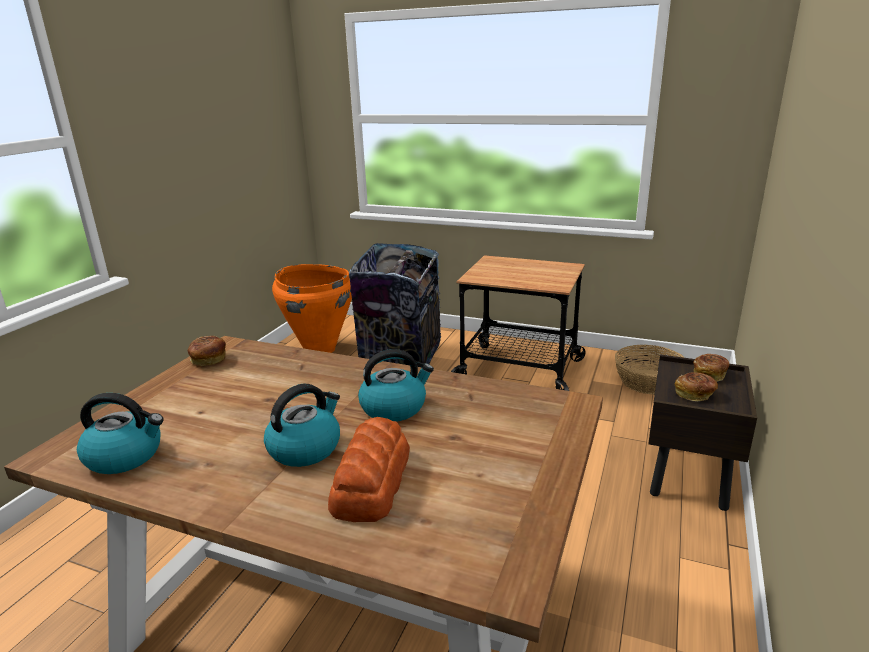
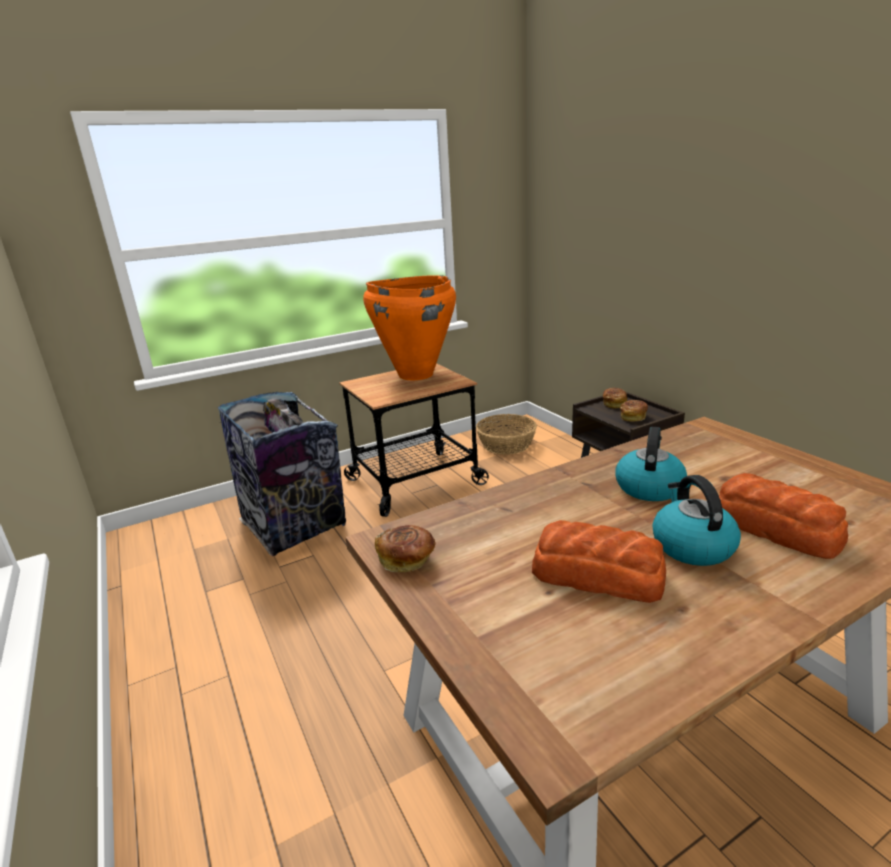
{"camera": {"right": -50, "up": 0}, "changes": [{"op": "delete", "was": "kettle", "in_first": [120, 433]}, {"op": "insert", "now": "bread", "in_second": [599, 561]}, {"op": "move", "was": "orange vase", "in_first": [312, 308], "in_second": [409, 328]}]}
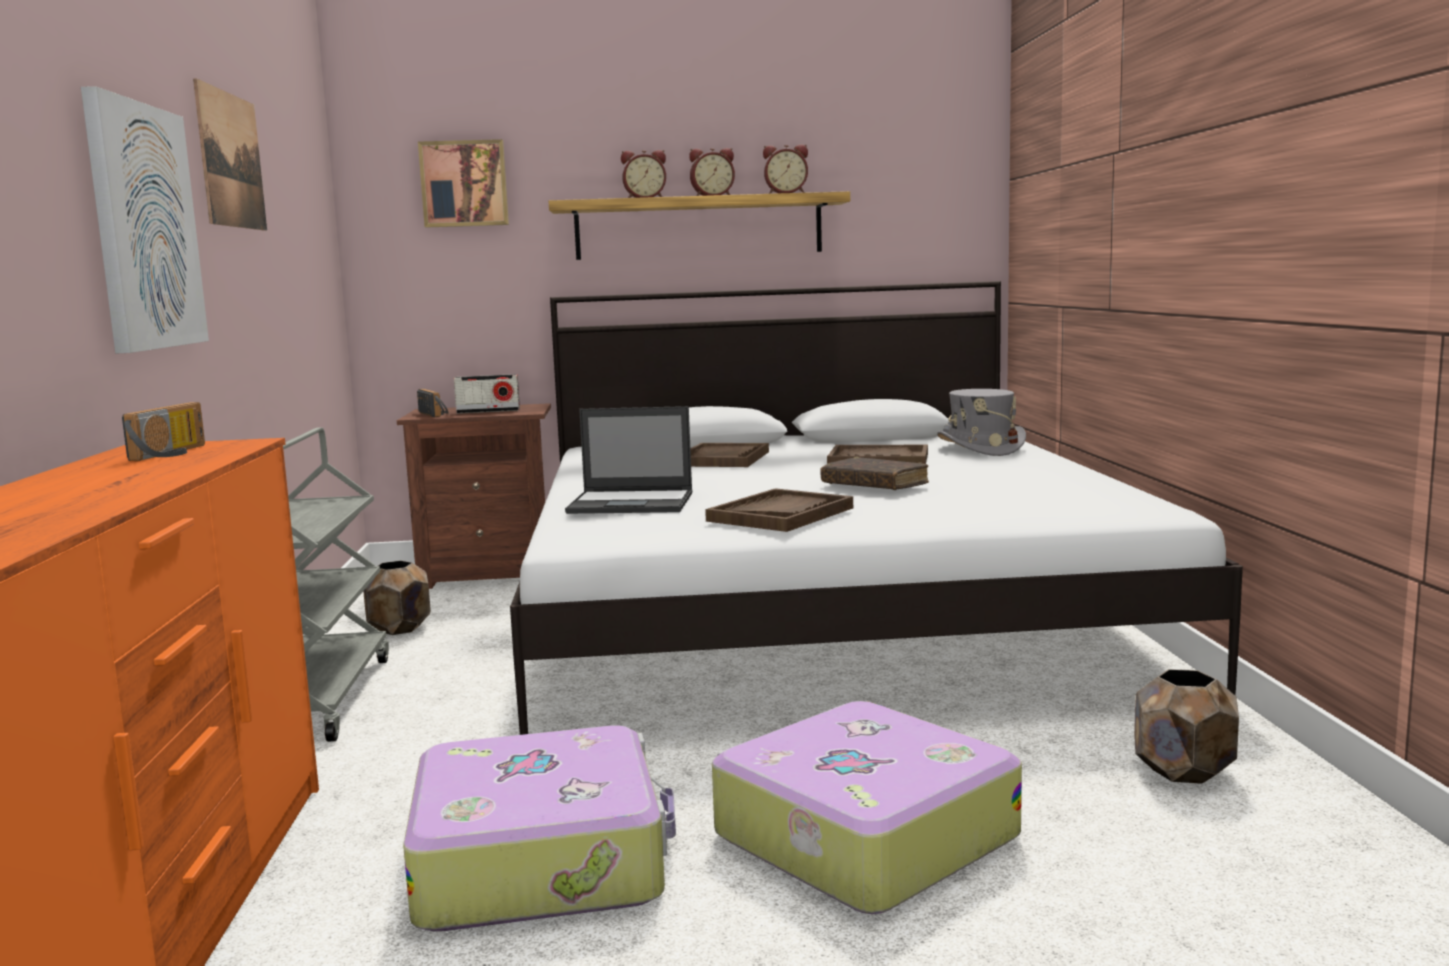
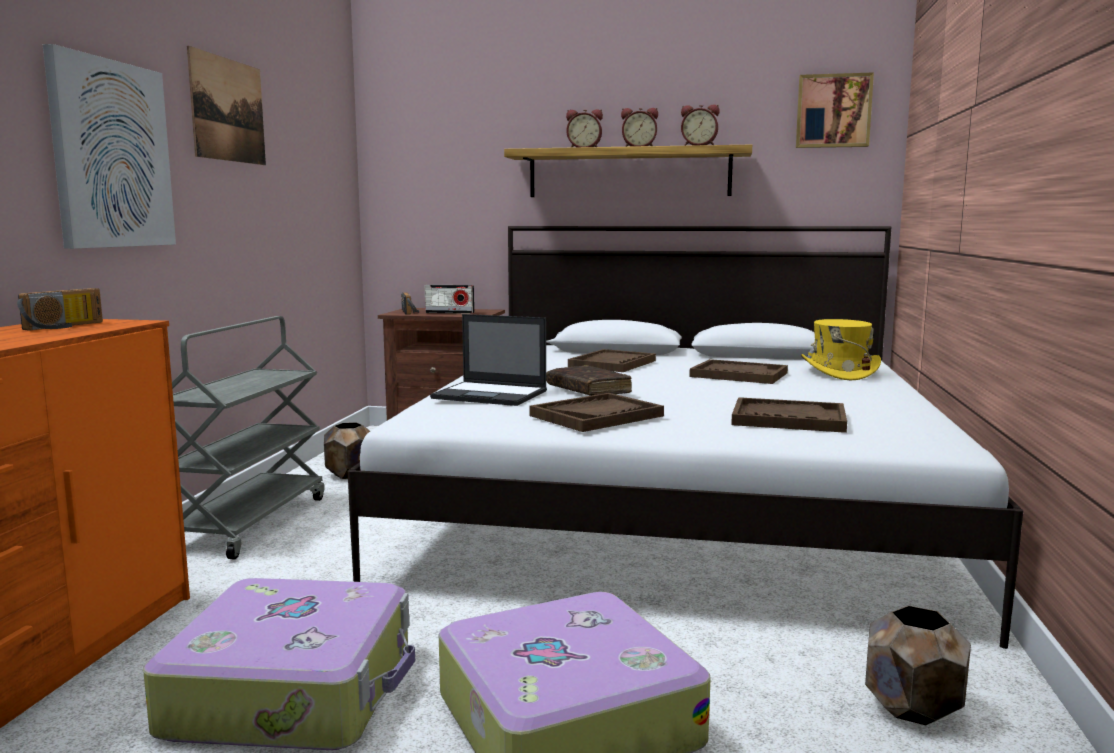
{"camera": {"right": 15, "up": 0}, "changes": [{"op": "insert", "now": "brown tray", "in_second": [789, 415]}, {"op": "move", "was": "picture", "in_first": [463, 183], "in_second": [835, 110]}, {"op": "move", "was": "brown book", "in_first": [874, 473], "in_second": [589, 380]}, {"op": "recolor", "was": "grey hat", "now": "yellow hat", "in_first": [981, 422], "in_second": [841, 349]}]}
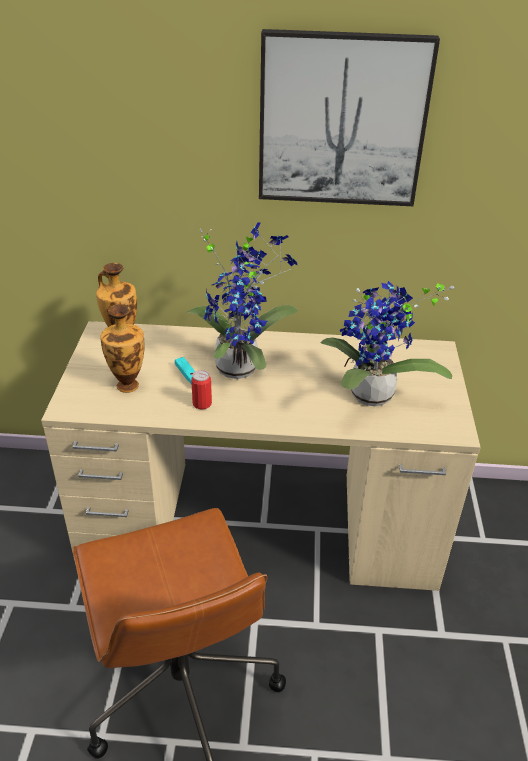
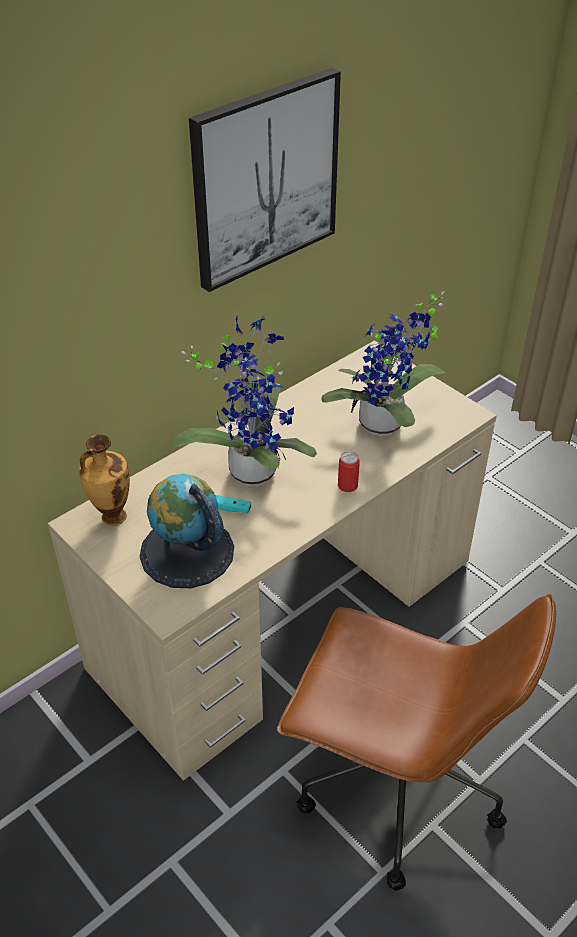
{"camera": {"right": -45, "up": 5}, "changes": [{"op": "move", "was": "can", "in_first": [201, 390], "in_second": [349, 471]}, {"op": "replace", "was": "vase", "now": "globe", "in_first": [122, 348], "in_second": [187, 531]}]}
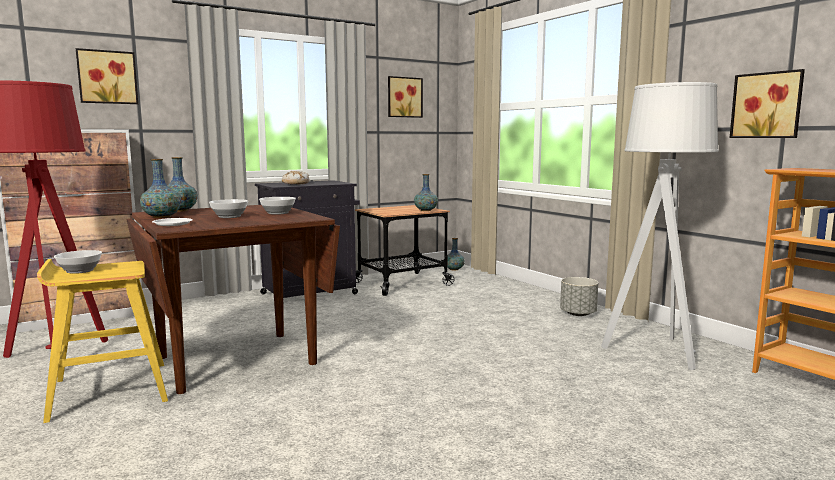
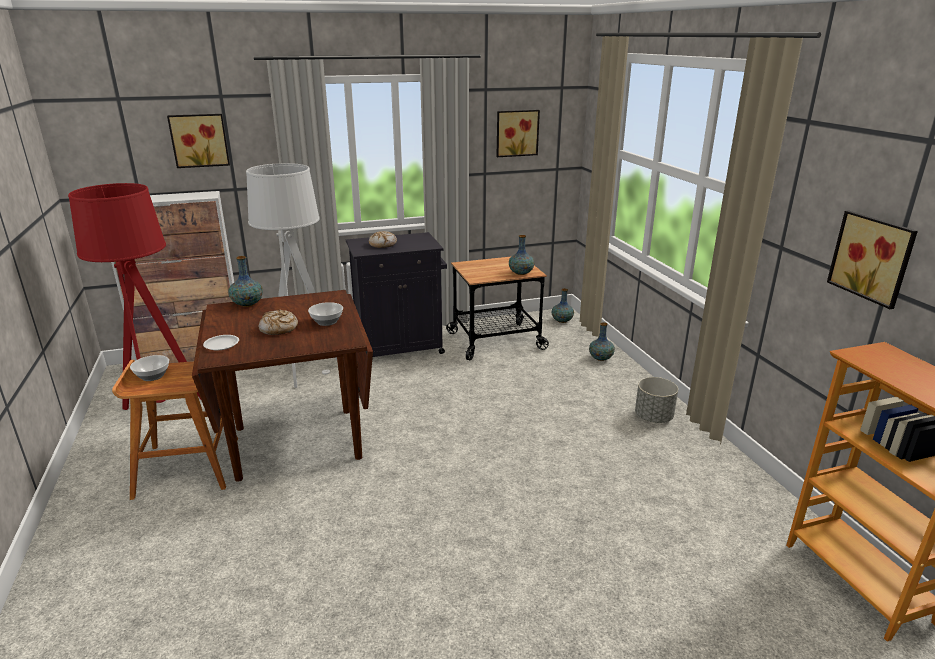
{"camera": {"right": 15, "up": 15}, "changes": [{"op": "move", "was": "vase", "in_first": [161, 188], "in_second": [602, 341]}, {"op": "move", "was": "grey floor lamp", "in_first": [660, 226], "in_second": [291, 275]}, {"op": "replace", "was": "bowl", "now": "bread", "in_first": [228, 208], "in_second": [278, 322]}, {"op": "recolor", "was": "yellow stool", "now": "brown stool", "in_first": [102, 341], "in_second": [175, 430]}]}
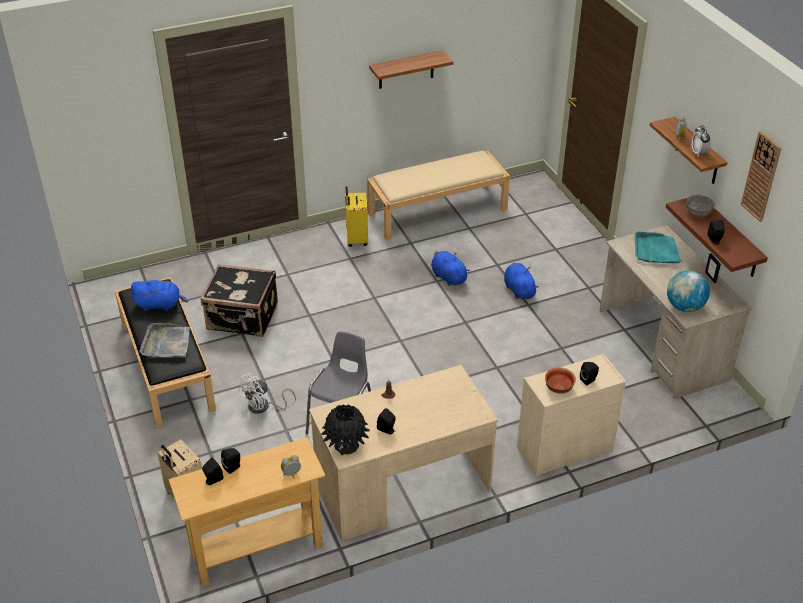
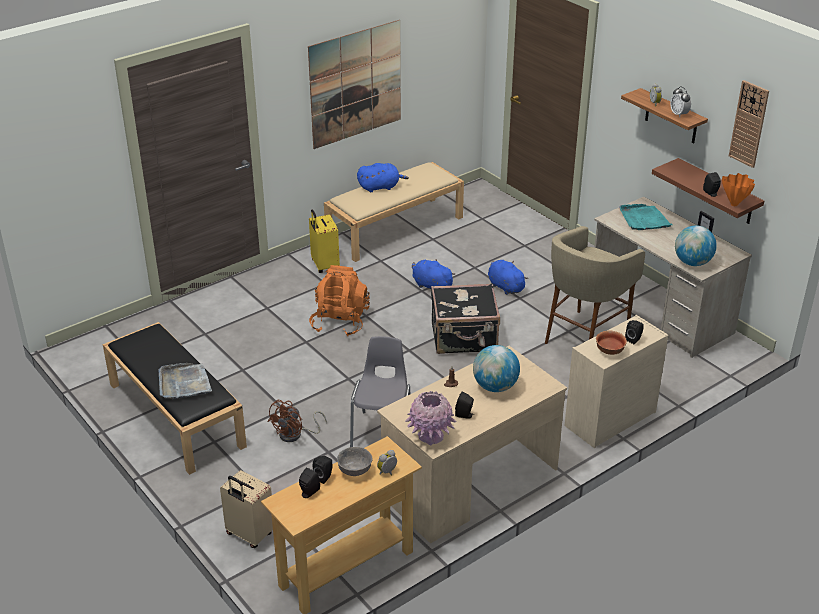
{"camera": {"right": -15, "up": -5}, "changes": [{"op": "insert", "now": "orange backpack", "in_second": [339, 300]}, {"op": "insert", "now": "globe", "in_second": [496, 368]}, {"op": "insert", "now": "beige stool", "in_second": [595, 285]}, {"op": "insert", "now": "orange vase", "in_second": [738, 189]}, {"op": "move", "was": "blue plush toy", "in_first": [159, 295], "in_second": [383, 177]}, {"op": "move", "was": "black suitcase", "in_first": [239, 300], "in_second": [465, 318]}, {"op": "move", "was": "grey bowl", "in_first": [700, 206], "in_second": [354, 461]}, {"op": "replace", "was": "shelf", "now": "picture", "in_first": [411, 69], "in_second": [354, 84]}, {"op": "recolor", "was": "white fan", "now": "brown fan", "in_first": [267, 393], "in_second": [297, 421]}, {"op": "recolor", "was": "black vase", "now": "pink vase", "in_first": [345, 429], "in_second": [431, 418]}]}
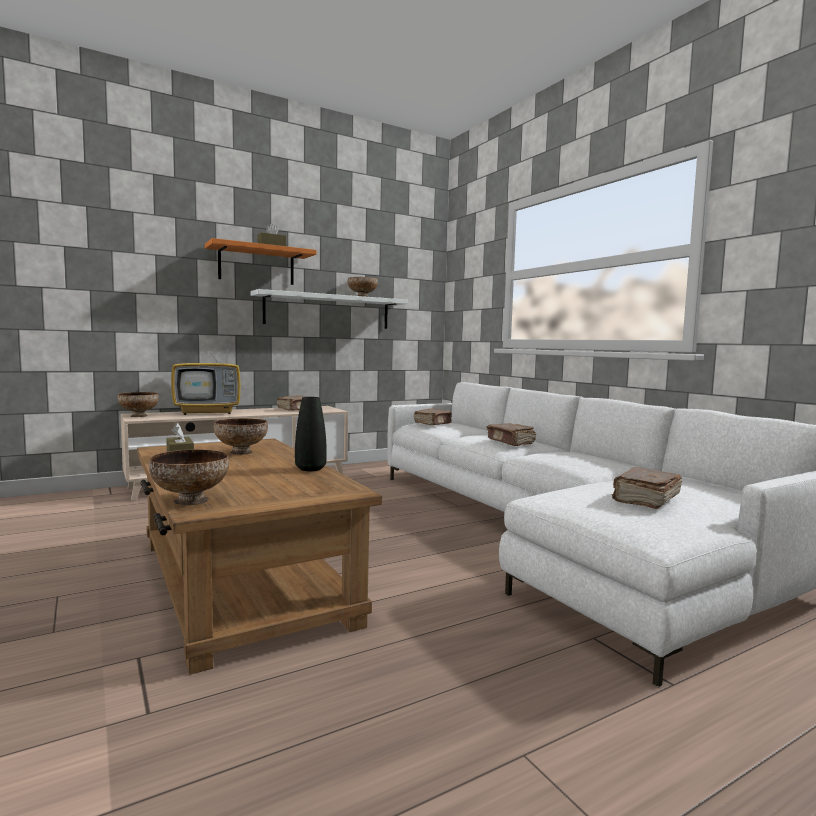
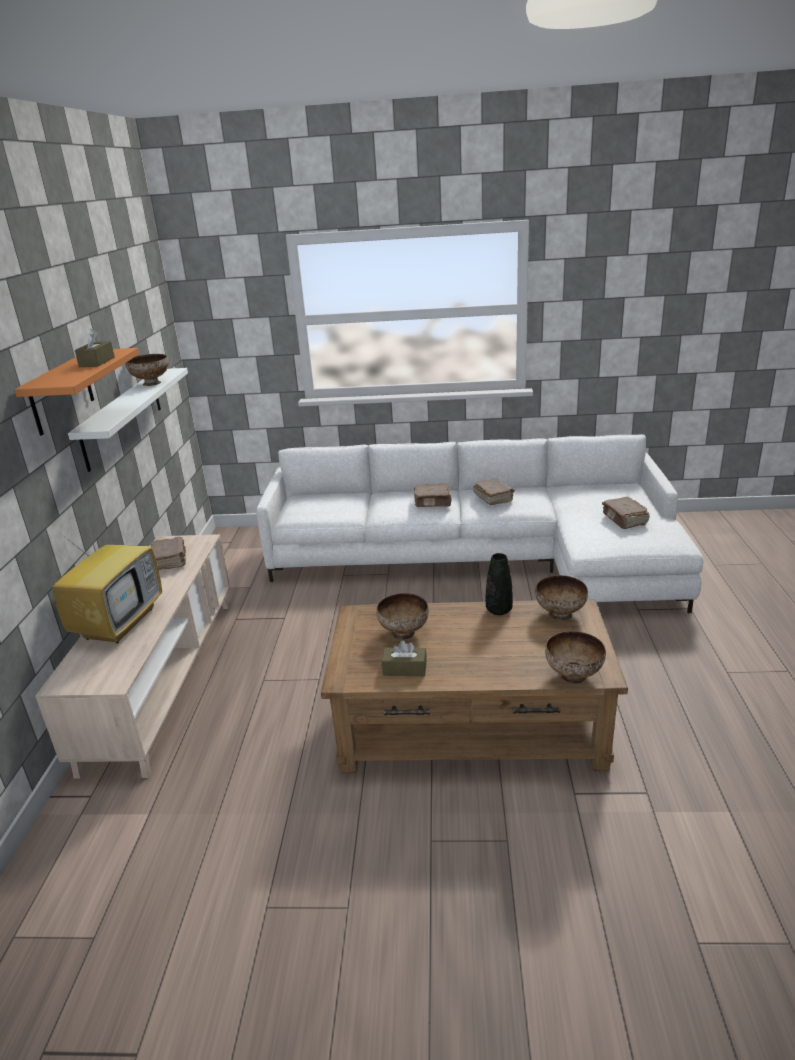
{"camera": {"right": -55, "up": 20}, "changes": [{"op": "move", "was": "bowl", "in_first": [138, 404], "in_second": [561, 598]}, {"op": "move", "was": "brown book", "in_first": [433, 416], "in_second": [494, 491]}]}
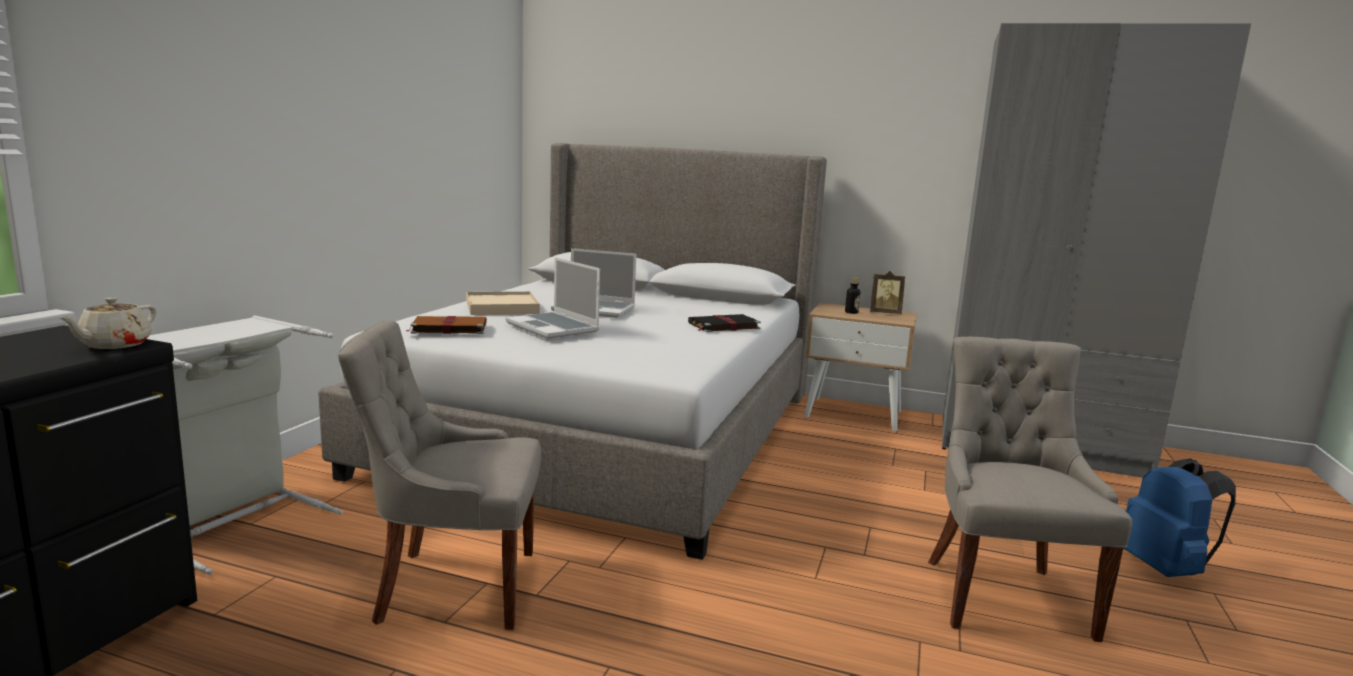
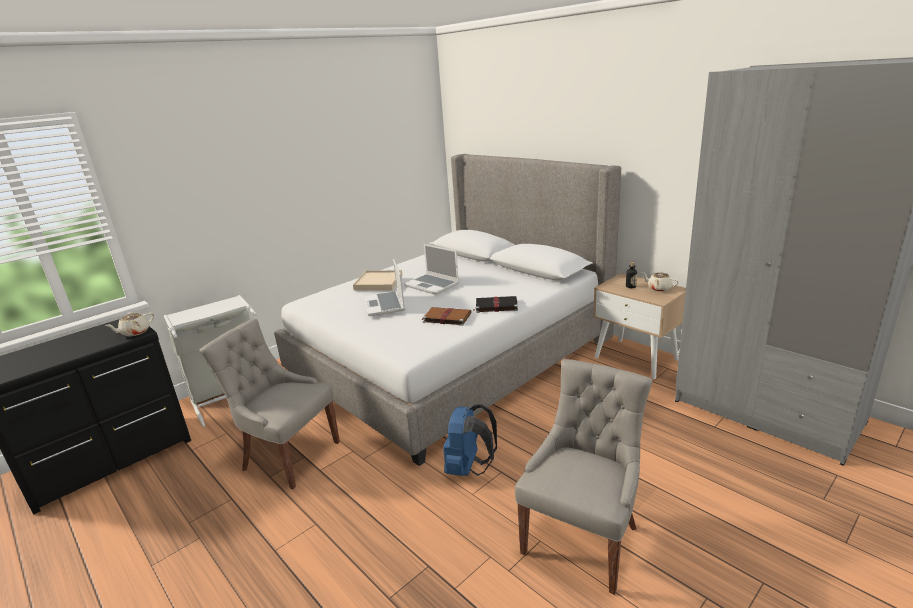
{"camera": {"right": 30, "up": 10}, "changes": [{"op": "move", "was": "brown book", "in_first": [446, 325], "in_second": [446, 316]}, {"op": "move", "was": "blue backpack", "in_first": [1180, 517], "in_second": [470, 440]}, {"op": "replace", "was": "picture frame", "now": "beige teapot", "in_first": [887, 292], "in_second": [660, 281]}]}
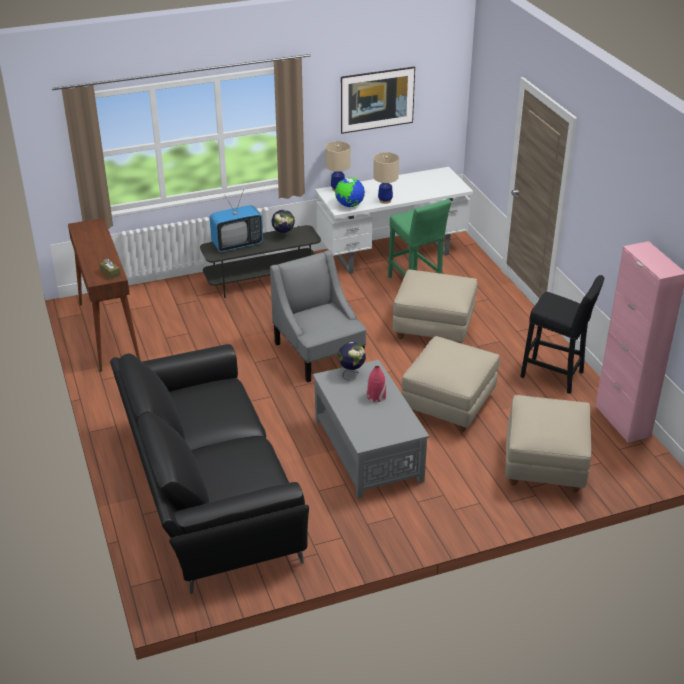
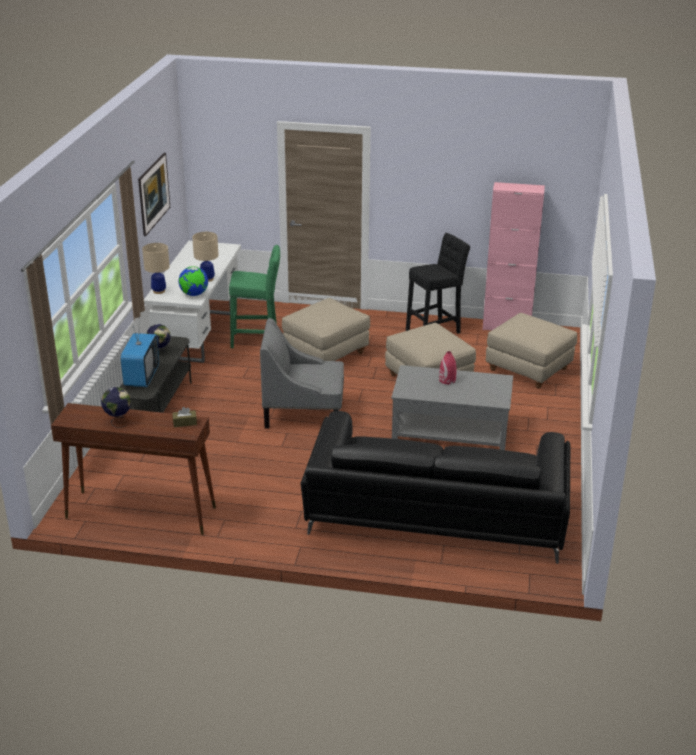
{"camera": {"right": -60, "up": -5}, "changes": [{"op": "move", "was": "globe", "in_first": [352, 361], "in_second": [116, 407]}]}
